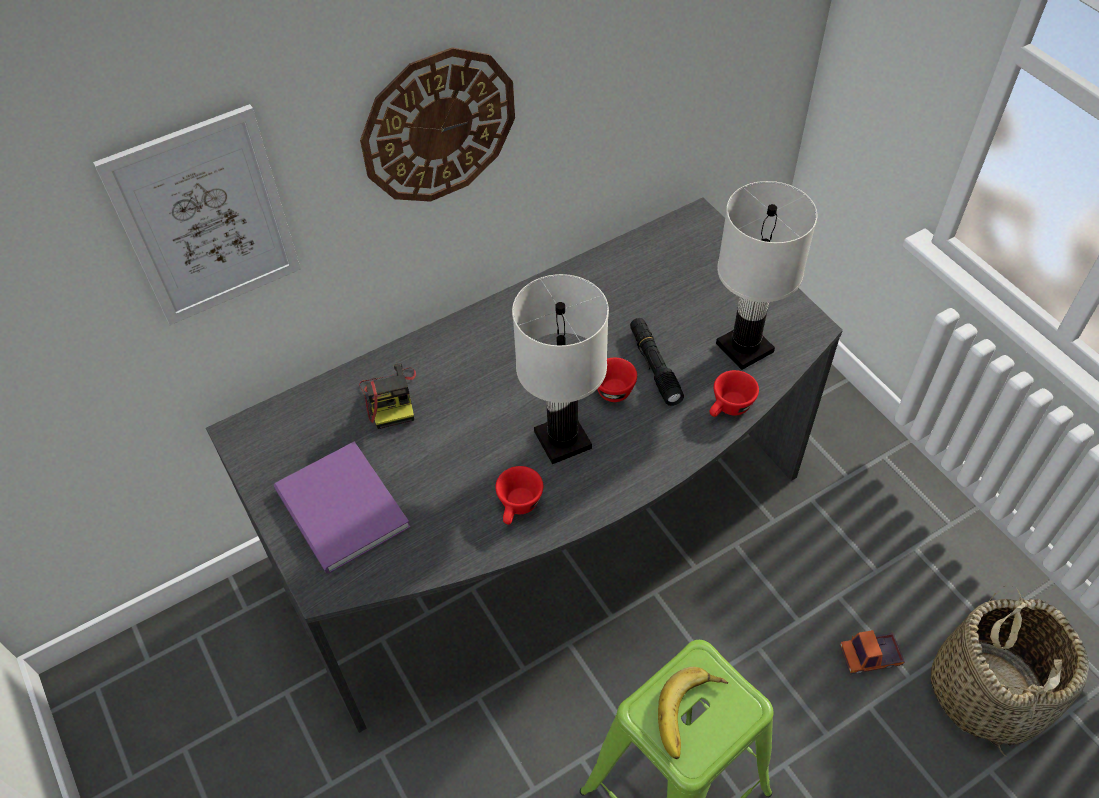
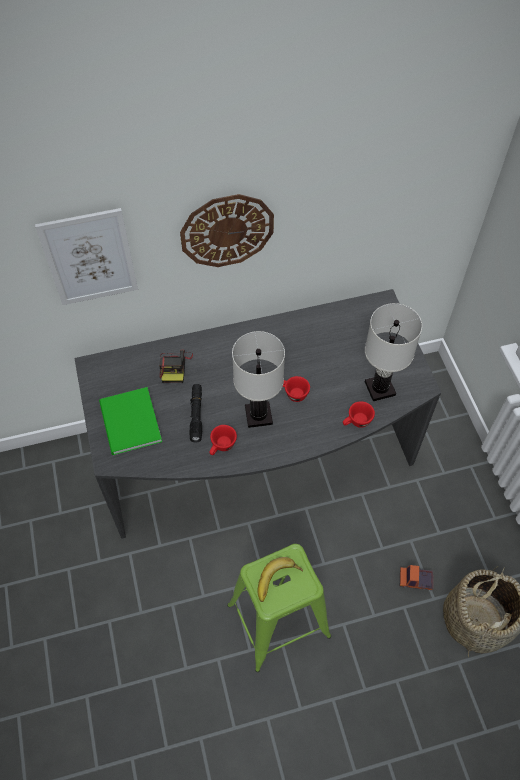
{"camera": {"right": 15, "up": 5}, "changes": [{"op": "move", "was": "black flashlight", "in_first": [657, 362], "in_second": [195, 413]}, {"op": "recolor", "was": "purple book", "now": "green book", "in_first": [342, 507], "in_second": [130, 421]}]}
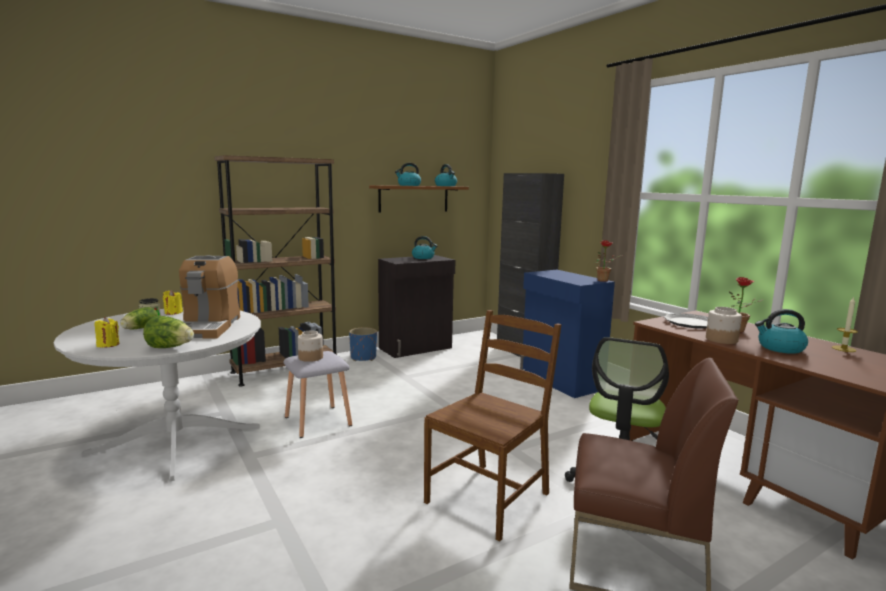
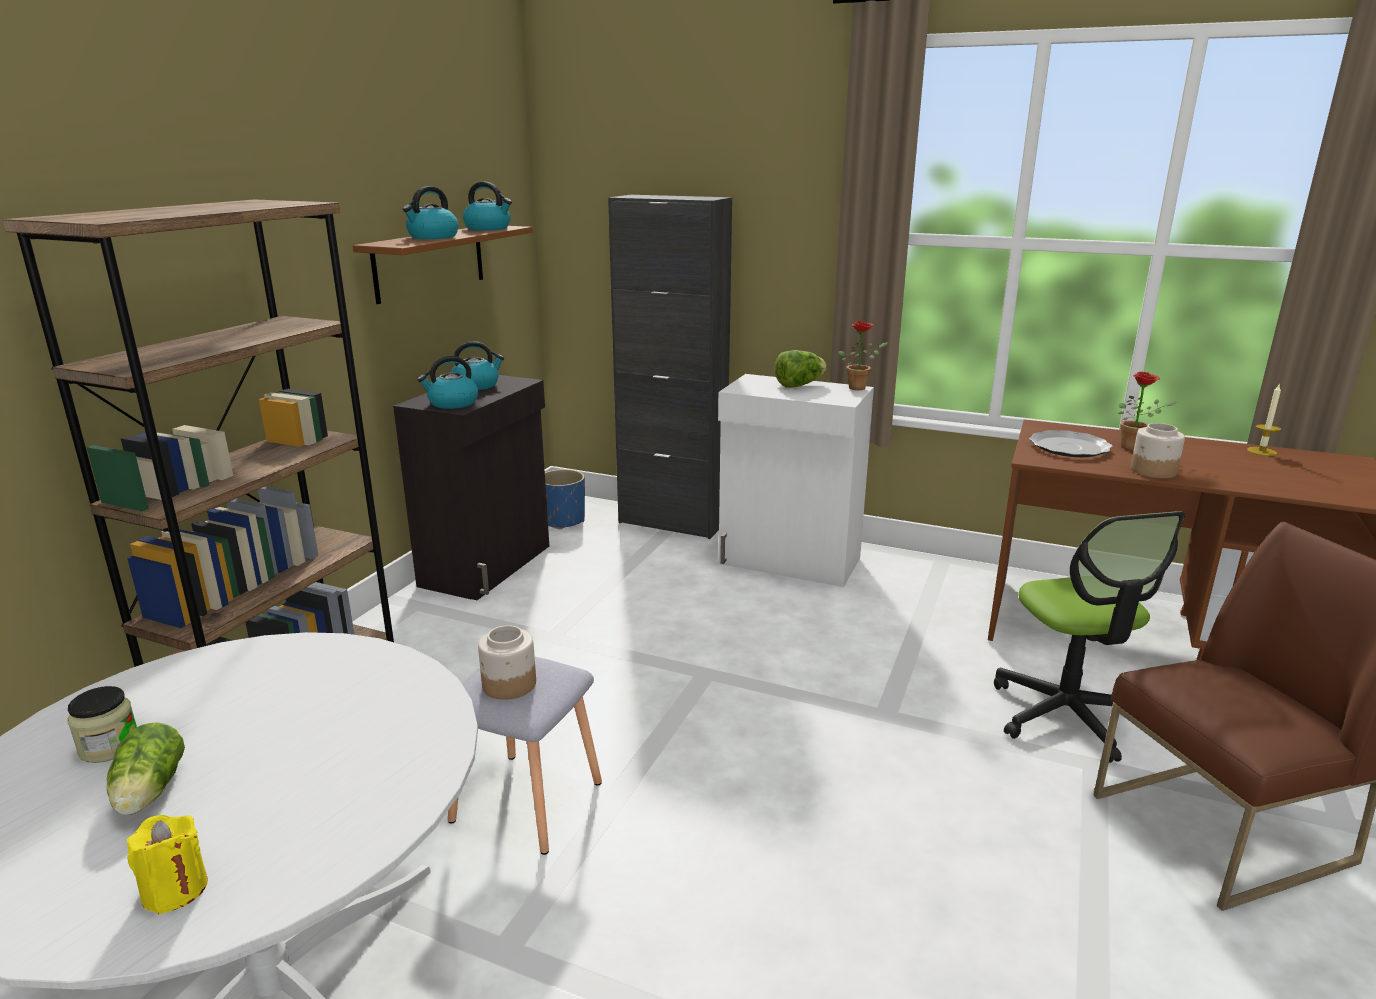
{"camera": {"right": -35, "up": 10}, "changes": [{"op": "delete", "was": "yellow candle", "in_first": [173, 302]}, {"op": "delete", "was": "coffee machine", "in_first": [209, 296]}, {"op": "delete", "was": "brown chair", "in_first": [493, 426]}, {"op": "move", "was": "lettuce", "in_first": [168, 332], "in_second": [801, 369]}, {"op": "move", "was": "blue planter", "in_first": [363, 344], "in_second": [565, 499]}, {"op": "move", "was": "kettle", "in_first": [781, 331], "in_second": [448, 382]}, {"op": "recolor", "was": "blue cabinet", "now": "white cabinet", "in_first": [567, 334], "in_second": [796, 480]}]}
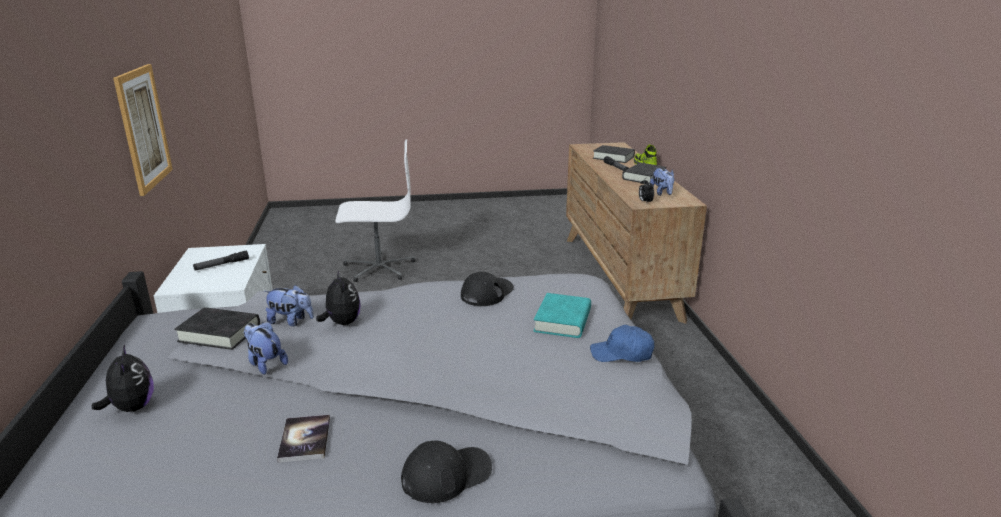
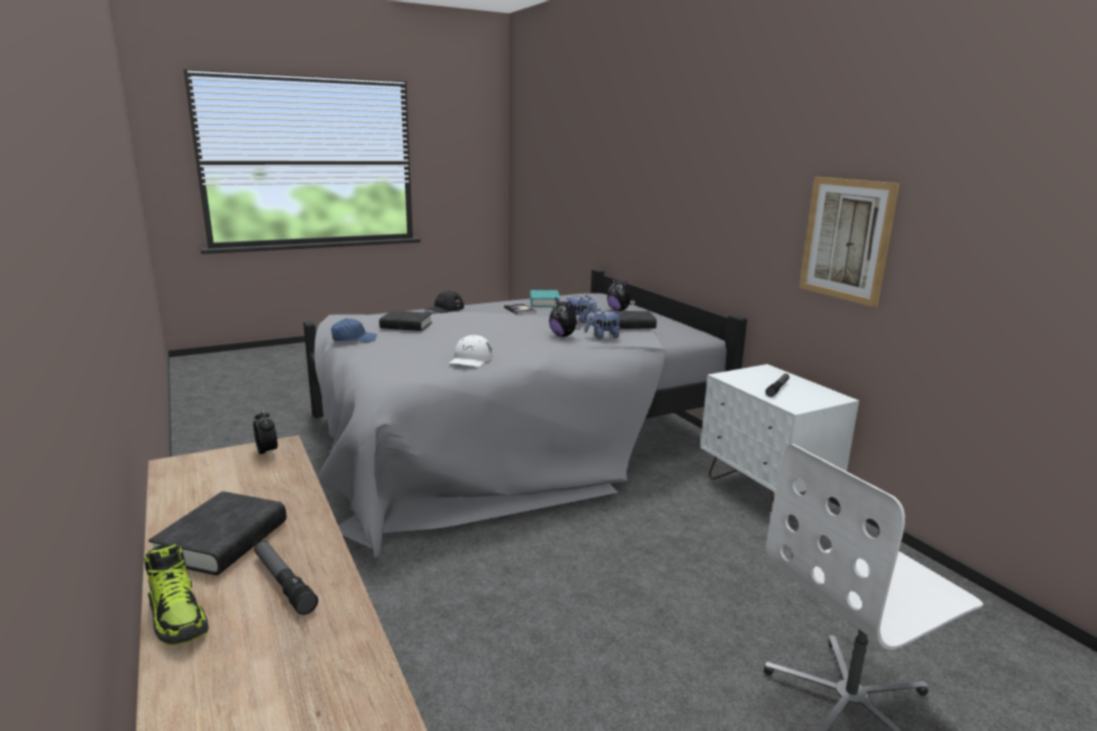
{"camera": {"right": 160, "up": -5}, "changes": [{"op": "delete", "was": "plush toy", "in_first": [662, 182]}, {"op": "move", "was": "turquoise book", "in_first": [562, 315], "in_second": [545, 298]}, {"op": "move", "was": "black book", "in_first": [614, 154], "in_second": [405, 321]}, {"op": "recolor", "was": "black cap", "now": "white cap", "in_first": [487, 289], "in_second": [471, 351]}]}
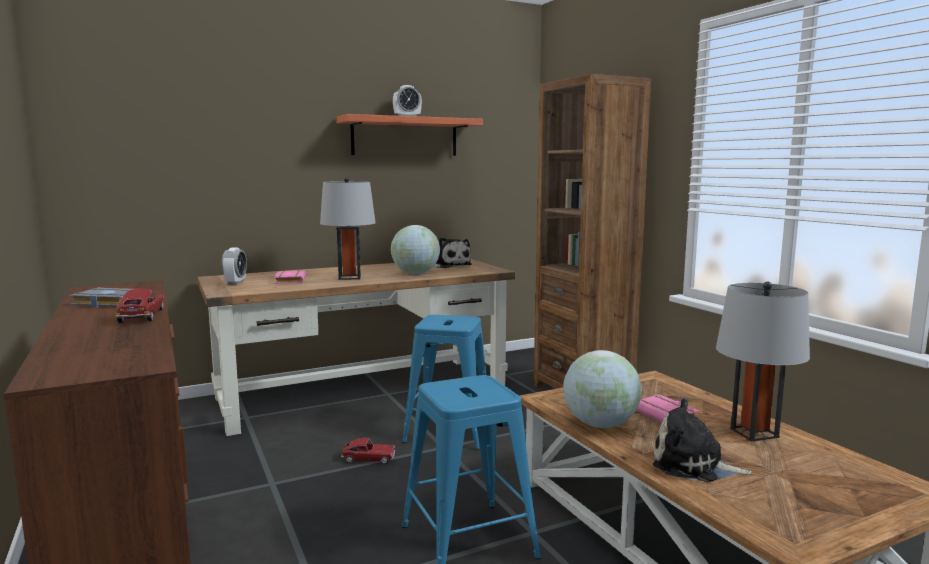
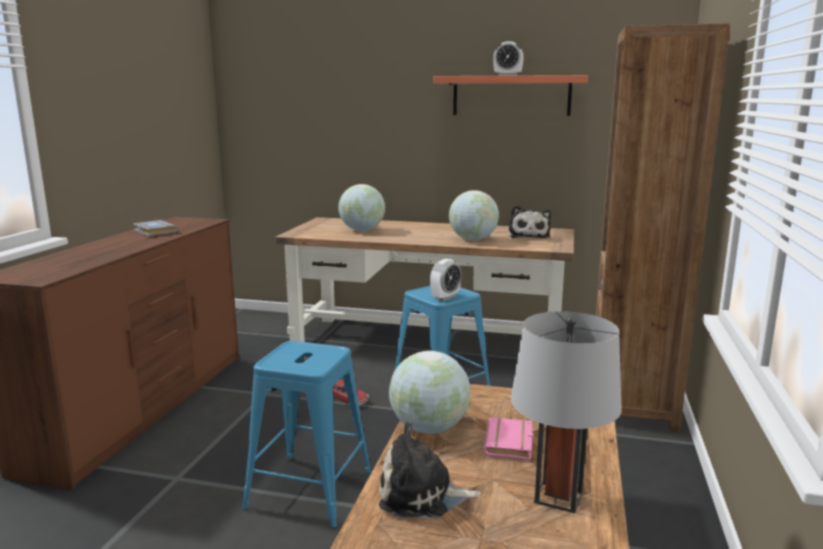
{"camera": {"right": 40, "up": 5}, "changes": [{"op": "delete", "was": "toy car", "in_first": [139, 306]}, {"op": "delete", "was": "grey table lamp", "in_first": [348, 228]}, {"op": "move", "was": "alarm clock", "in_first": [234, 266], "in_second": [446, 280]}, {"op": "replace", "was": "pink book", "now": "globe", "in_first": [290, 277], "in_second": [361, 207]}, {"op": "rotate", "was": "plush toy", "in_first": [702, 440], "in_second": [430, 470], "clockwise": -60}]}
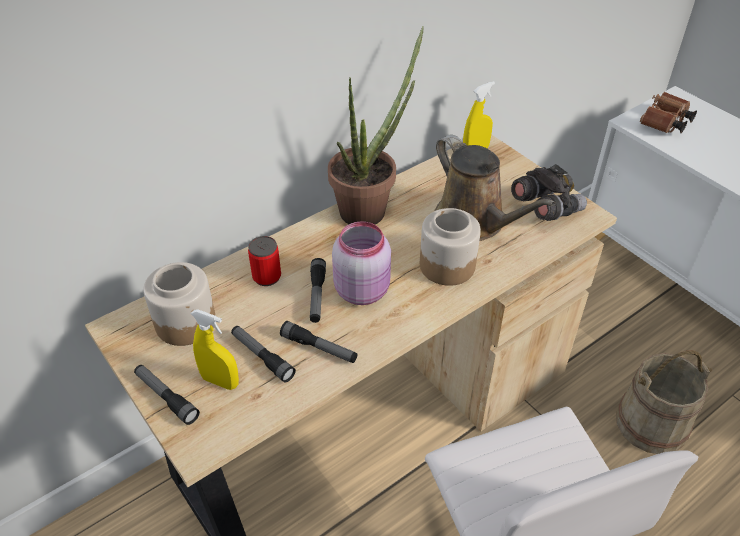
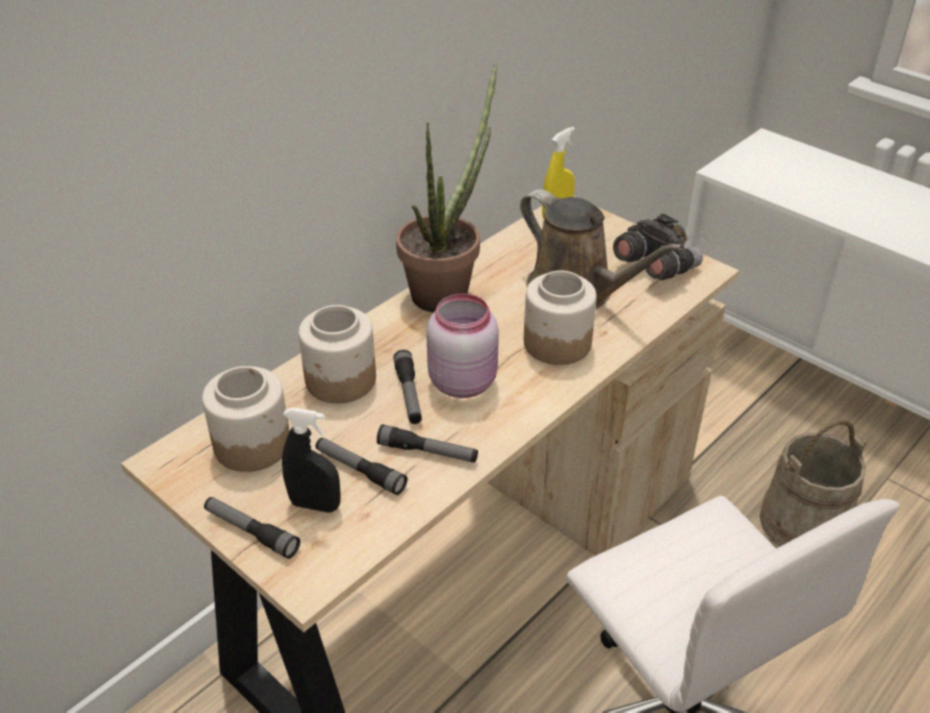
{"camera": {"right": -10, "up": -5}, "changes": [{"op": "delete", "was": "brown binoculars", "in_first": [668, 112]}, {"op": "replace", "was": "can", "now": "jar", "in_first": [264, 261], "in_second": [337, 354]}, {"op": "recolor", "was": "yellow spray bottle", "now": "black spray bottle", "in_first": [215, 349], "in_second": [311, 460]}]}
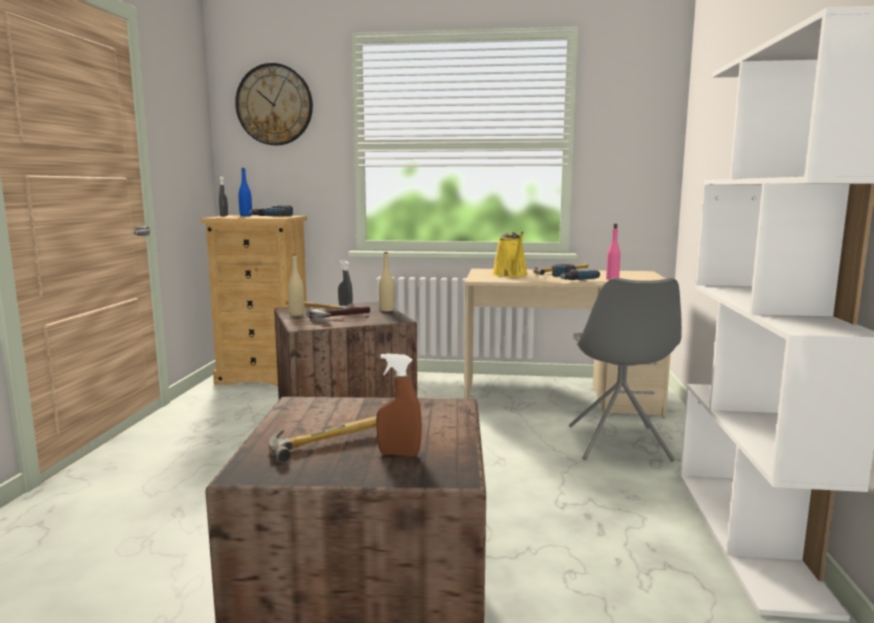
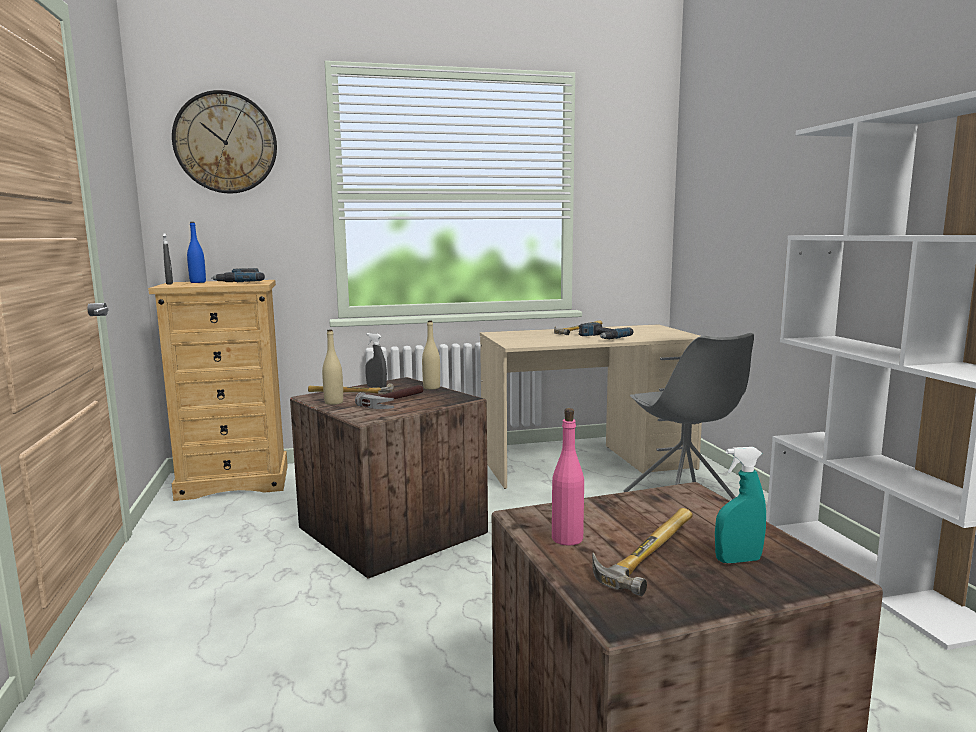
{"camera": {"right": -20, "up": 0}, "changes": [{"op": "delete", "was": "yellow watering can", "in_first": [510, 254]}, {"op": "move", "was": "pink bottle", "in_first": [613, 252], "in_second": [568, 477]}, {"op": "recolor", "was": "brown spray bottle", "now": "turquoise spray bottle", "in_first": [399, 404], "in_second": [740, 505]}]}
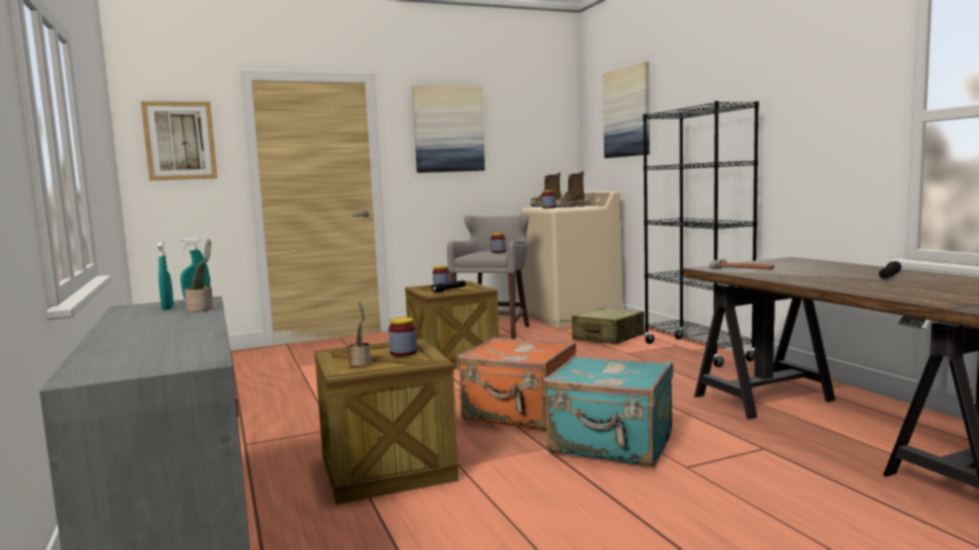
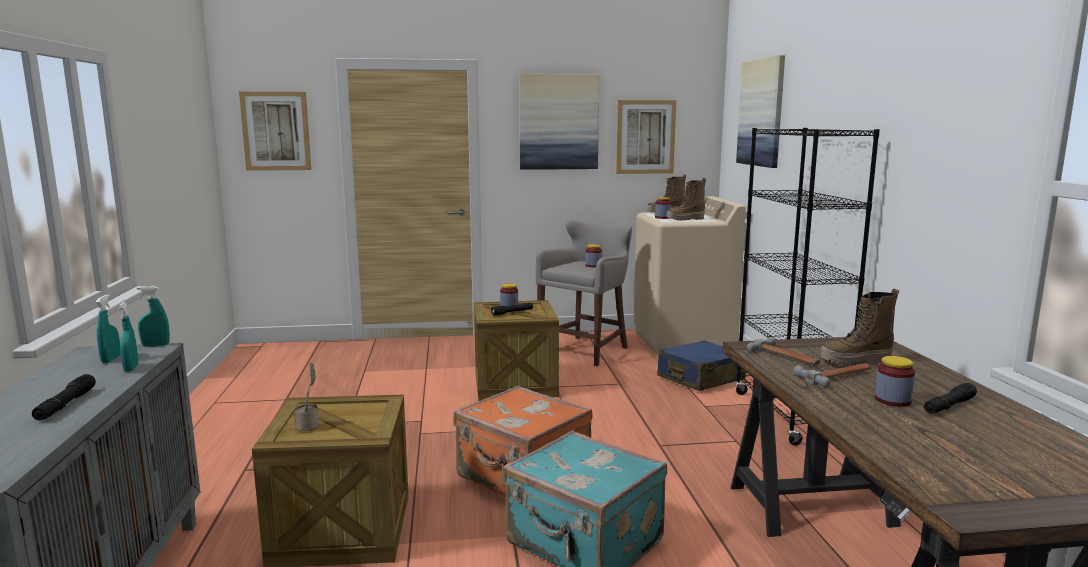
{"camera": {"right": 15, "up": 5}, "changes": [{"op": "insert", "now": "black flashlight", "in_second": [64, 397]}, {"op": "insert", "now": "picture", "in_second": [646, 137]}, {"op": "insert", "now": "hammer", "in_second": [832, 375]}, {"op": "insert", "now": "boot", "in_second": [860, 327]}, {"op": "move", "was": "jar", "in_first": [403, 336], "in_second": [895, 381]}, {"op": "replace", "was": "potted plant", "now": "turquoise spray bottle", "in_first": [198, 275], "in_second": [128, 337]}, {"op": "recolor", "was": "beige suitcase", "now": "blue suitcase", "in_first": [608, 326], "in_second": [701, 366]}]}
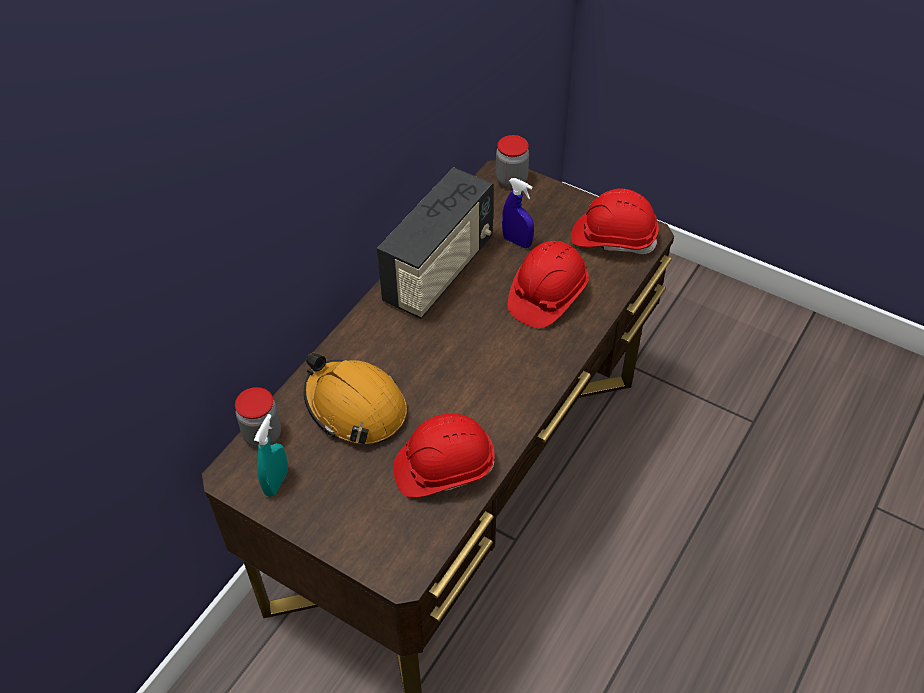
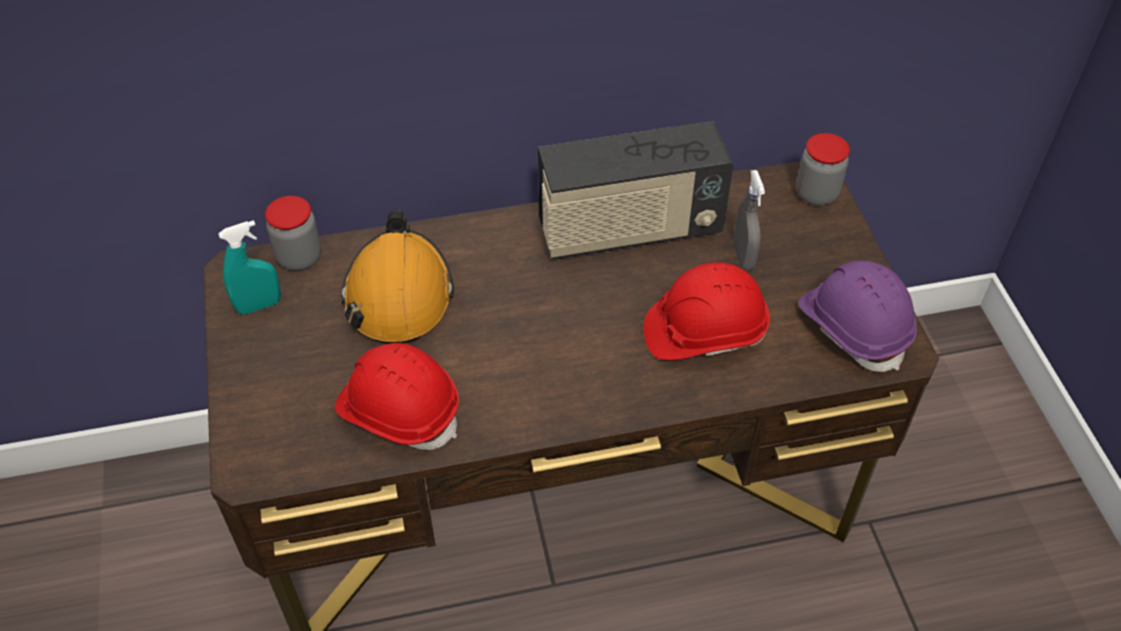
{"camera": {"right": 45, "up": 0}, "changes": [{"op": "recolor", "was": "blue spray bottle", "now": "grey spray bottle", "in_first": [518, 213], "in_second": [749, 220]}, {"op": "recolor", "was": "red hard hat", "now": "purple hard hat", "in_first": [615, 221], "in_second": [857, 316]}]}
